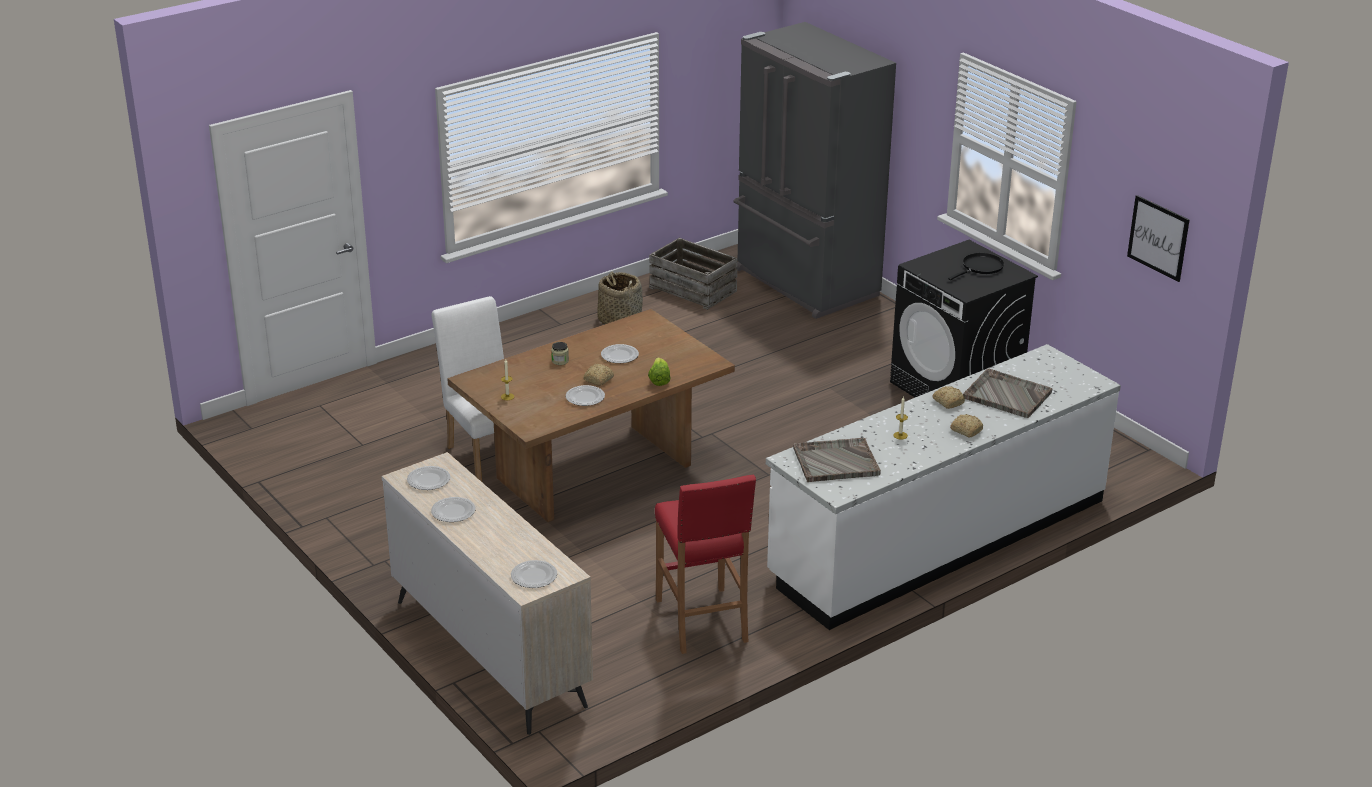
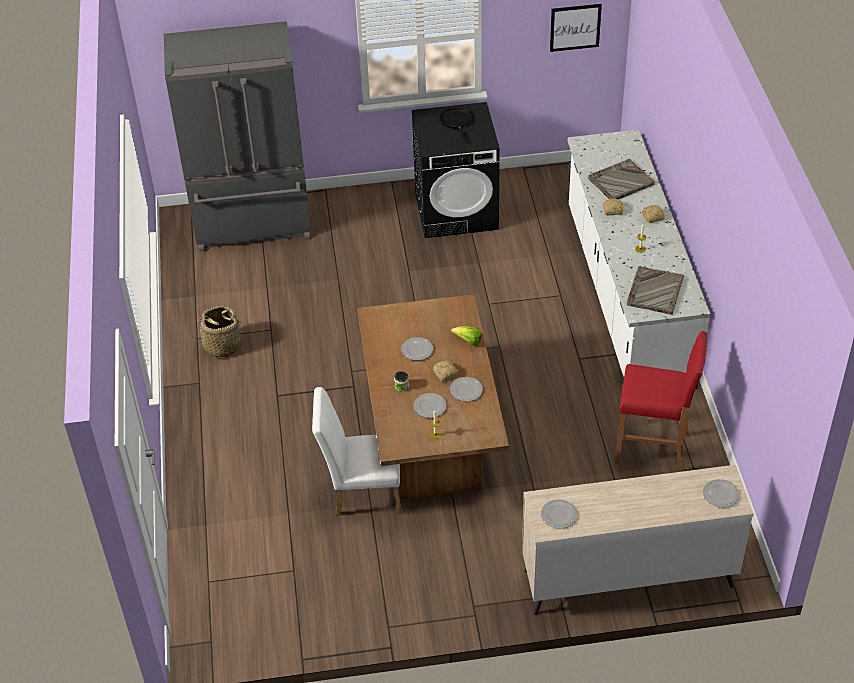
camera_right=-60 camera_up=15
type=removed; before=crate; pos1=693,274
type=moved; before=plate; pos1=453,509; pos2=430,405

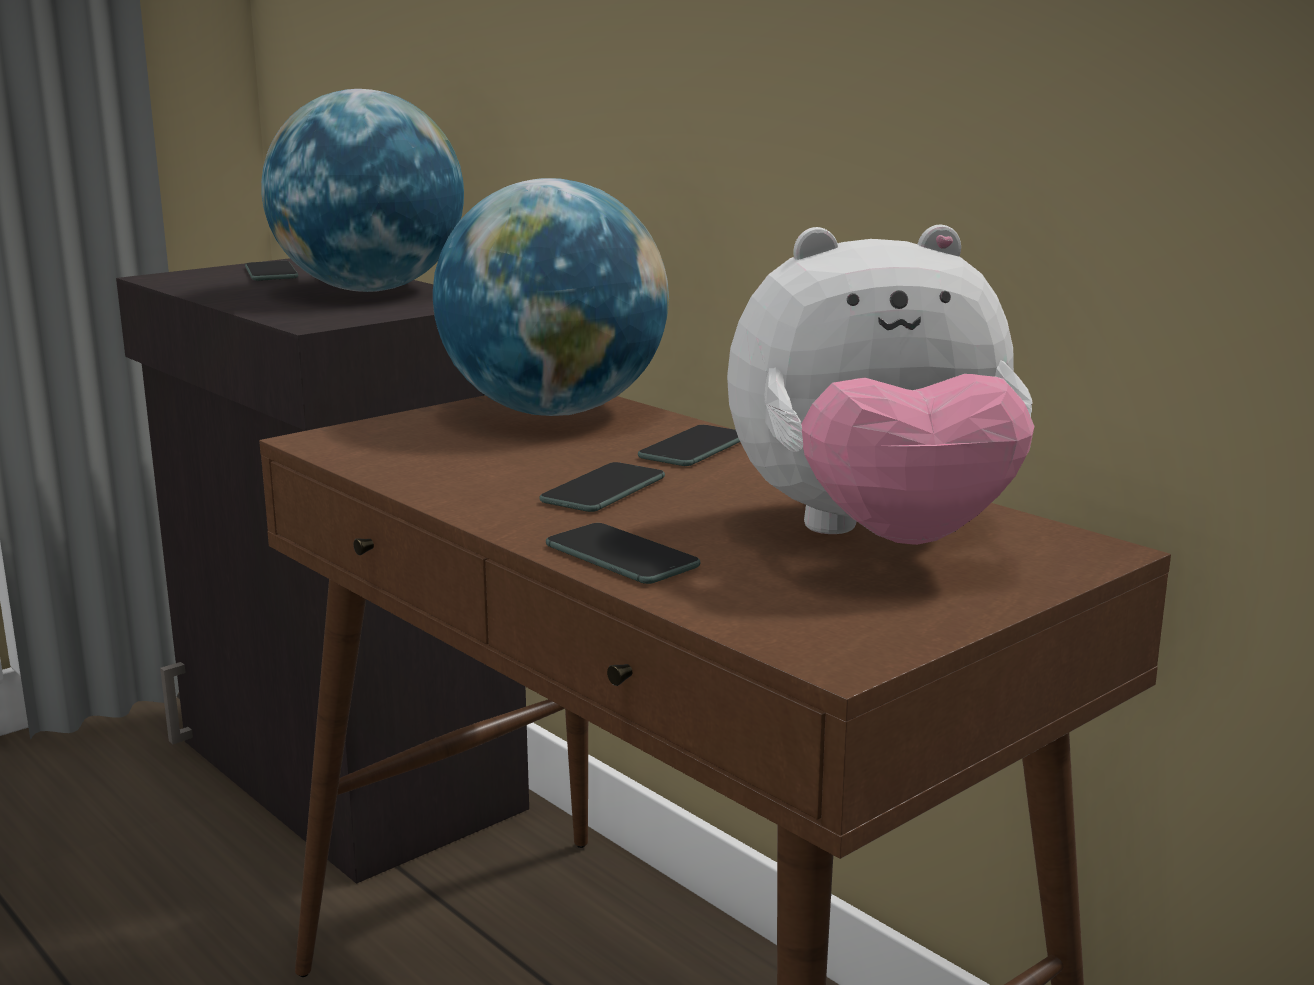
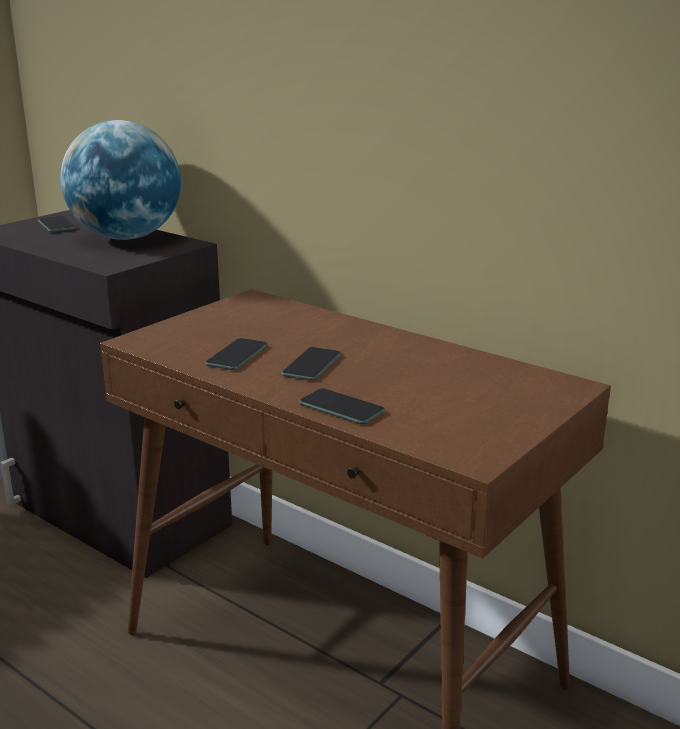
camera_right=-10 camera_up=5
type=removed; before=globe; pos1=551,297
type=removed; before=plush toy; pos1=881,385
type=moved; before=phone; pos1=689,445; pos2=236,354

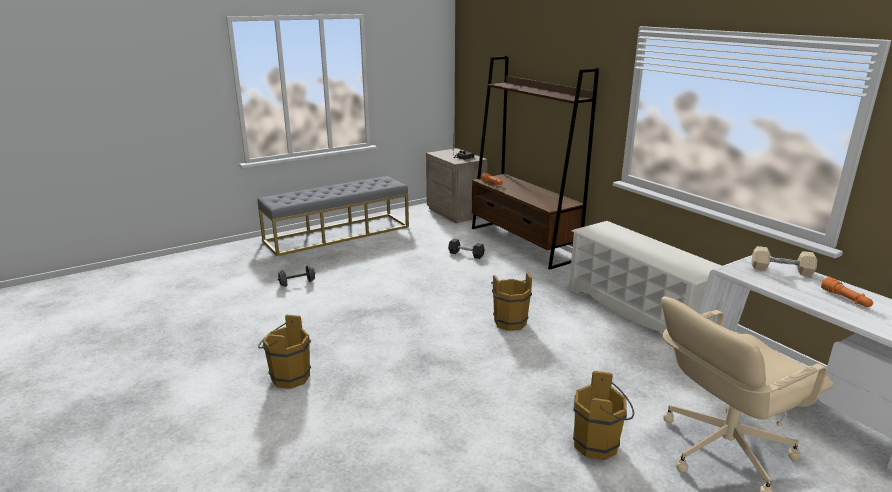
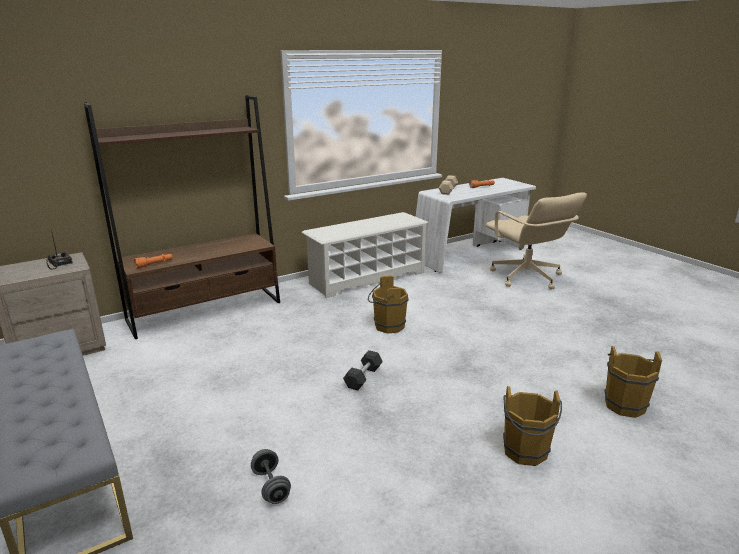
camera_right=-90 camera_up=0
type=moved; before=dumbbell/grey; pos1=466,248; pos2=363,370
type=moved; before=bucket/brown; pos1=603,415; pos2=633,382

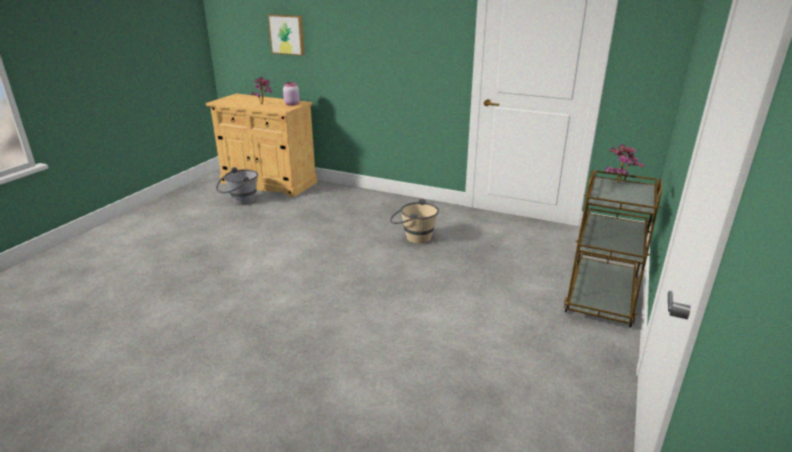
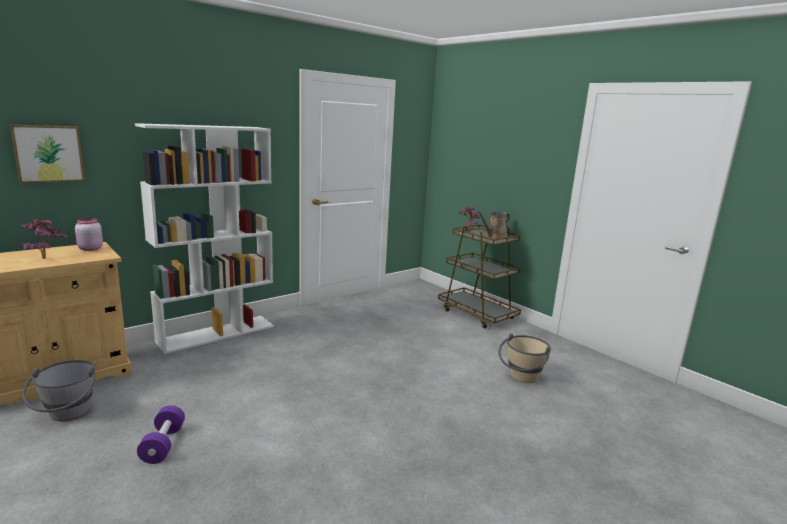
camera_right=-65 camera_up=-10
type=added; after=bookcase/white; pos2=204,238
type=added; after=dumbbell/purple; pos2=161,434
type=added; after=watering can/brown; pos2=493,225
type=moved; before=bucket/beige; pos1=414,221; pos2=524,358

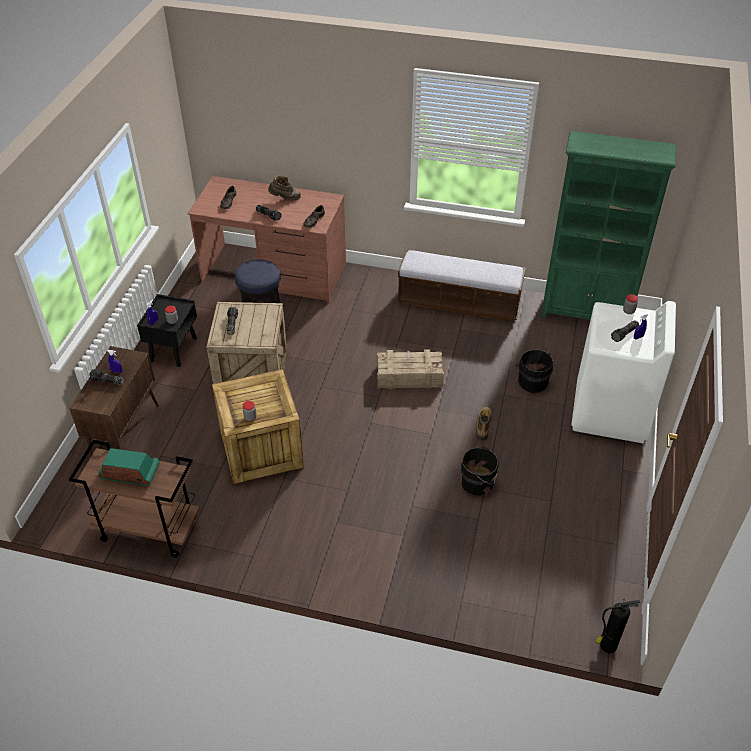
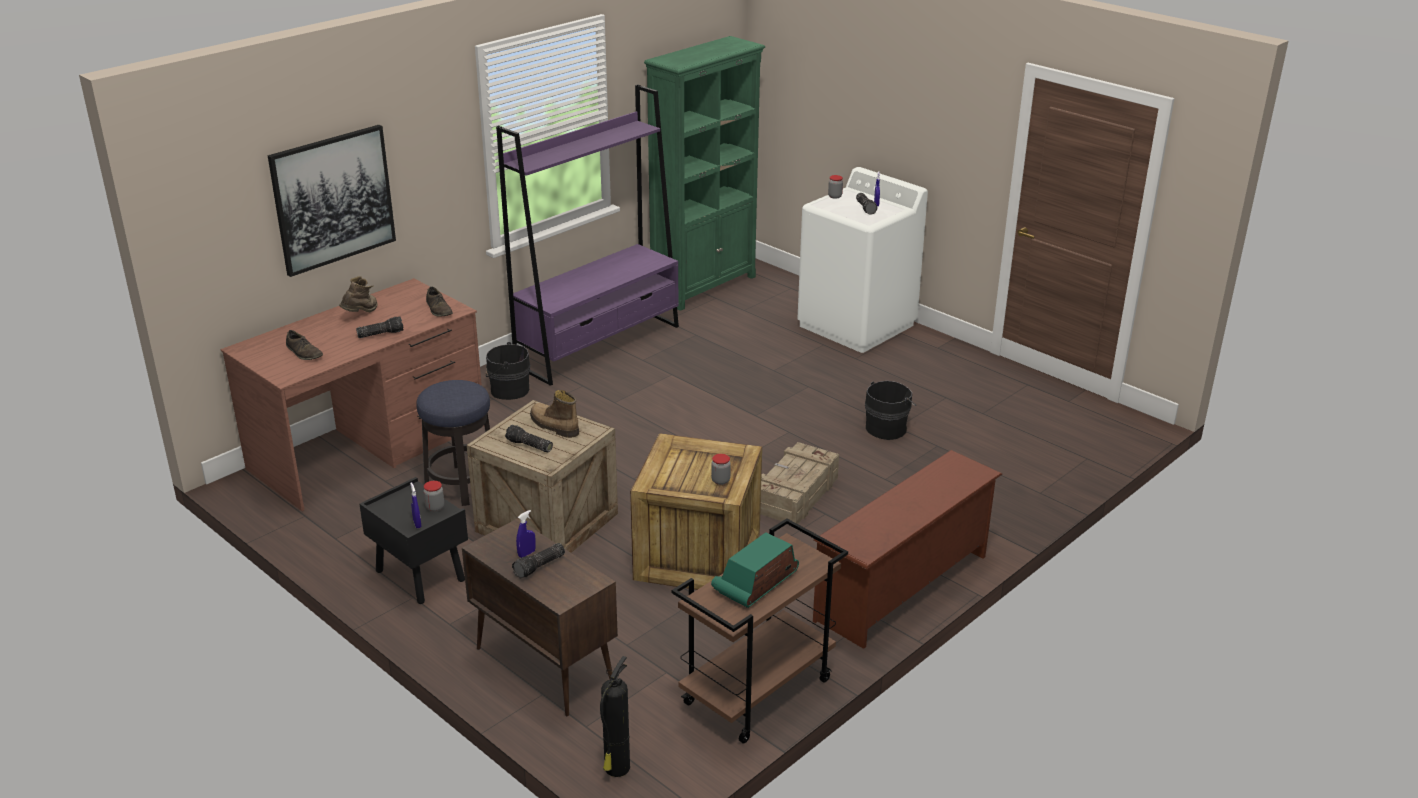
camera_right=-60 camera_up=-15
type=added; after=picture; pos2=332,201
type=added; after=shoe rack/brown; pos2=907,549
type=moved; before=crate; pos1=410,369; pos2=799,483
type=moved; before=boot; pos1=484,423; pos2=554,414
type=moved; before=bucket/black; pos1=534,371; pos2=507,371
type=moved; before=fire extinguisher; pos1=617,627; pos2=615,716
type=replaced; before=bench; after=bookcase/purple; pos1=461,285; pos2=587,235

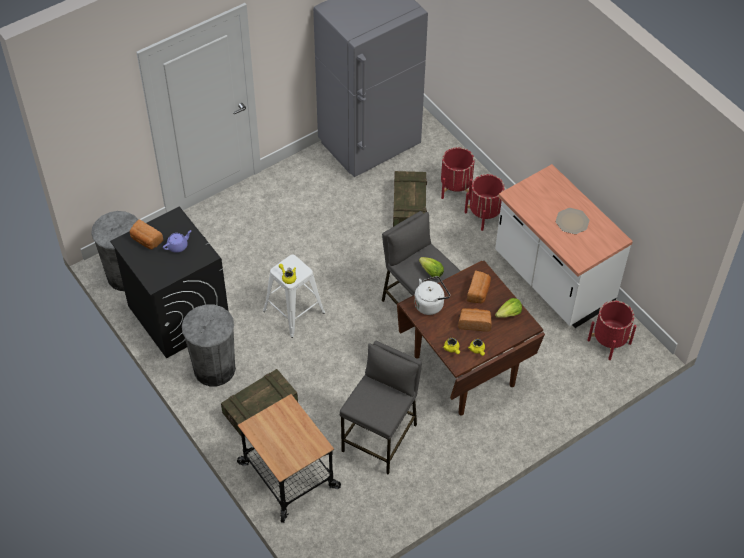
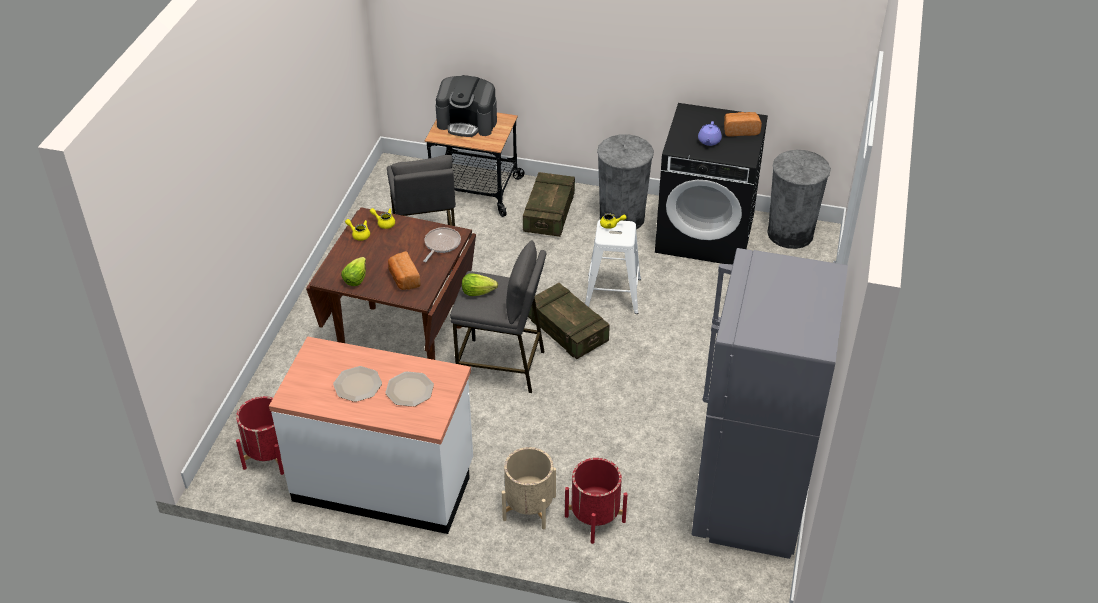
camera_right=140 camera_up=-10
type=removed; before=bread; pos1=475,320
type=added; after=plate; pos2=409,389
type=added; after=coffee machine; pos2=466,106
type=moved; before=crate; pos1=410,199; pos2=569,321
type=replaced; before=kettle/white; after=frying pan; pos1=432,295; pos2=442,244
type=recoloured; before=planter/red; after=planter/beige; pos1=485,202; pos2=529,488

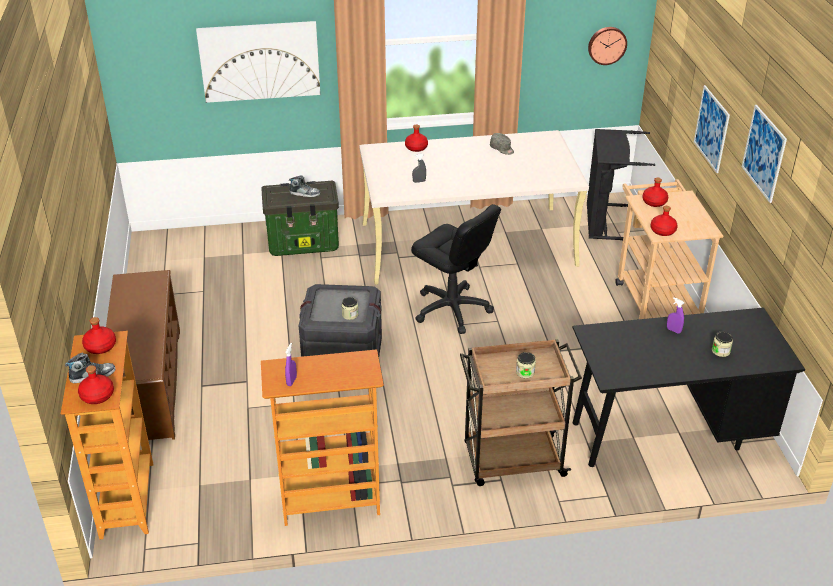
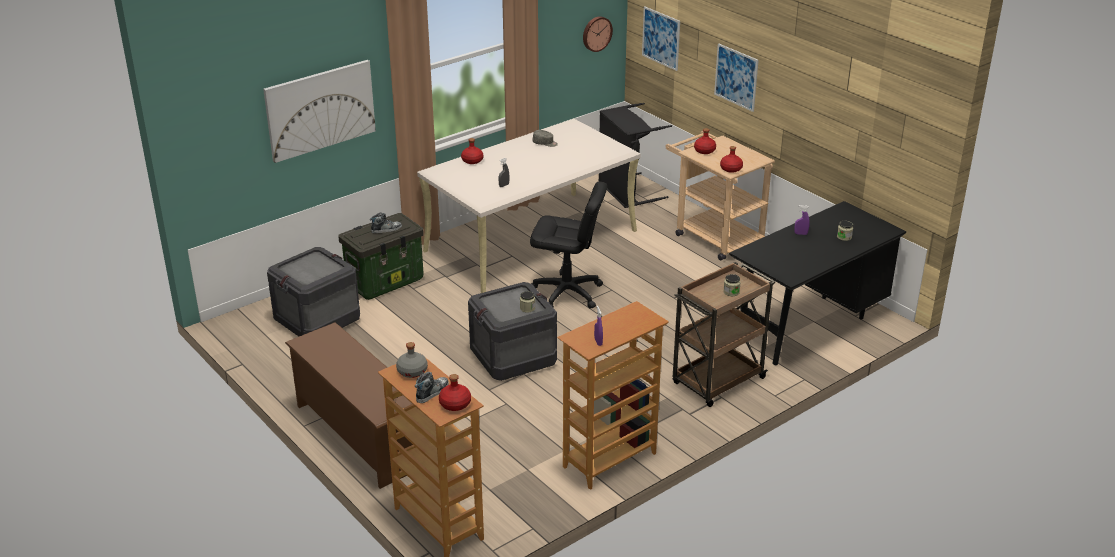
camera_right=-30 camera_up=-5
type=added; after=crate; pos2=313,291
type=moved; before=picture; pos1=764,154; pos2=661,39
type=recoloured; before=bottle/red; after=bottle/grey; pos1=99,335; pos2=412,360

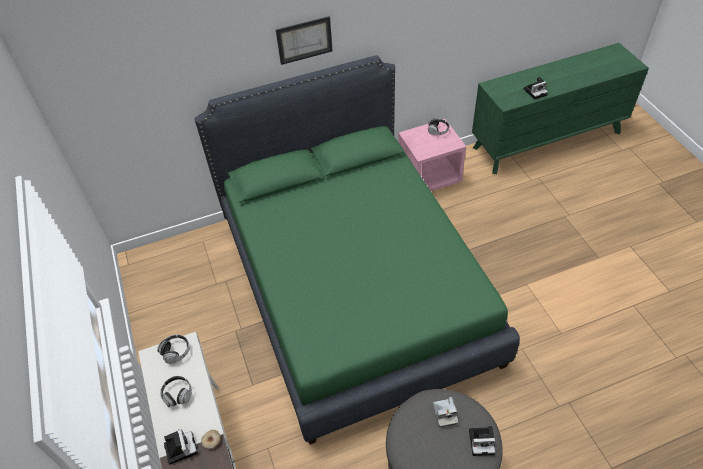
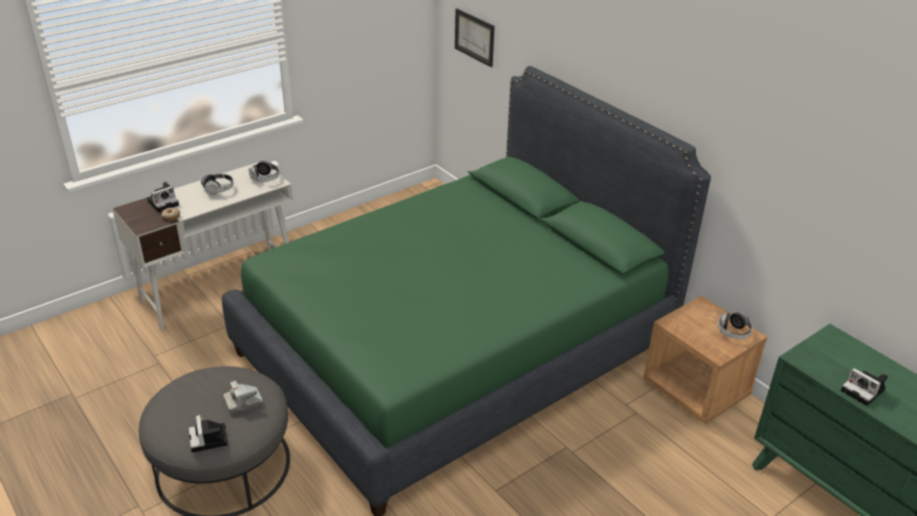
camera_right=70 camera_up=-15
type=moved; before=picture; pos1=304,40; pos2=475,38
type=recoloured; before=nightstand/pink; after=nightstand/brown; pos1=432,155; pos2=705,360

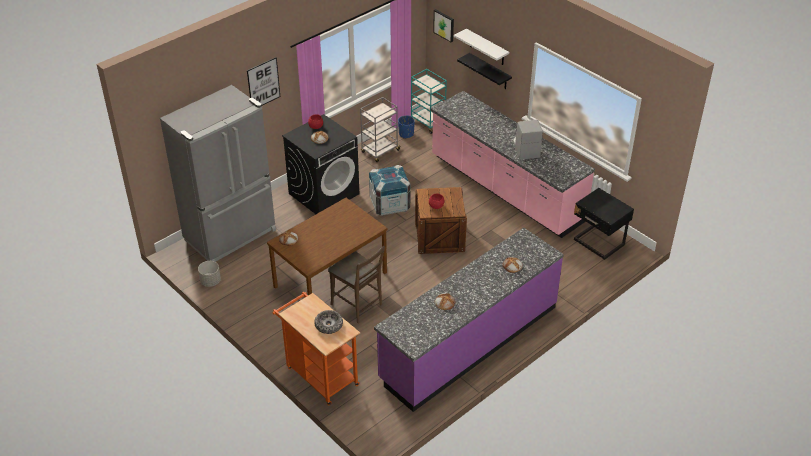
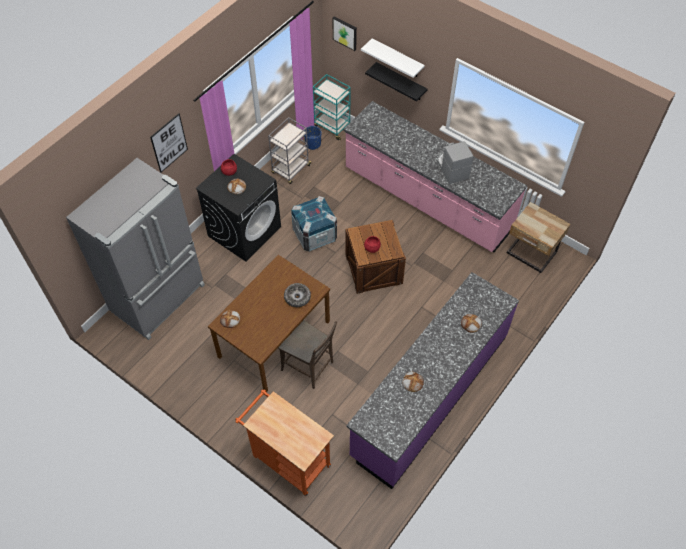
camera_right=-10 camera_up=15
type=removed; before=planter/grey; pos1=209,274
type=moved; before=bowl; pos1=328,322; pos2=297,295
type=recoloured; before=nightstand/black; after=nightstand/beige; pos1=604,224; pos2=538,237

